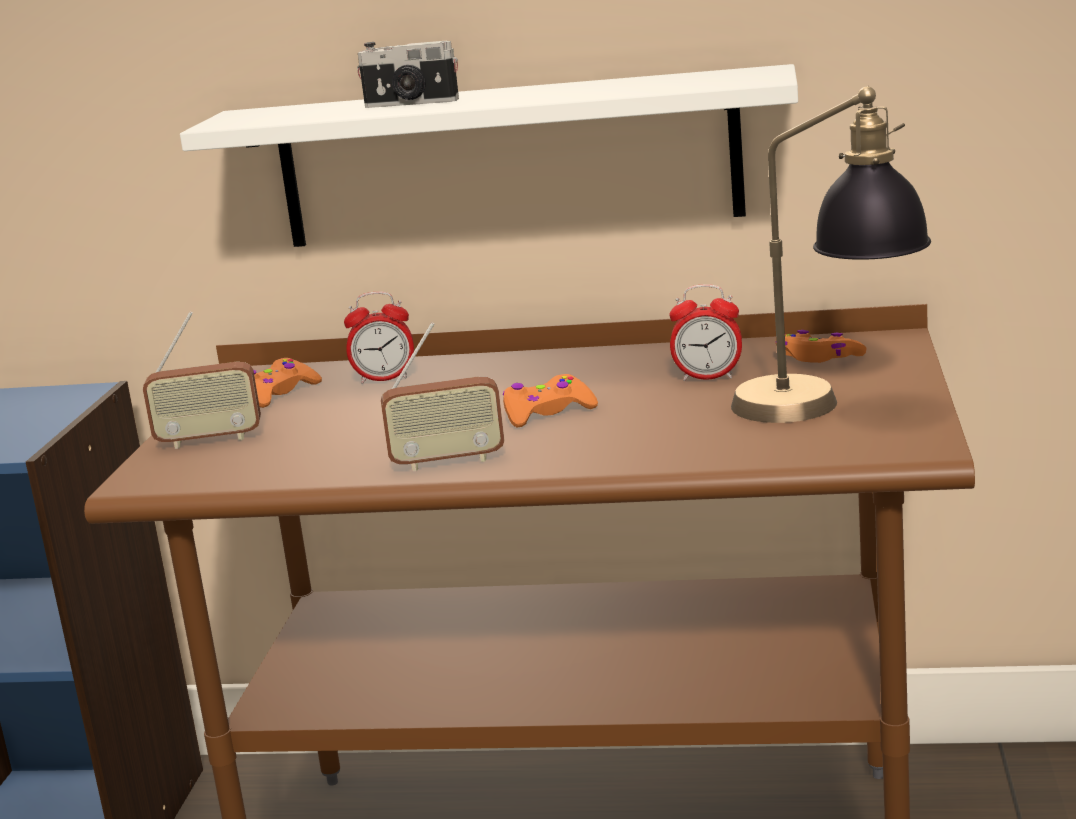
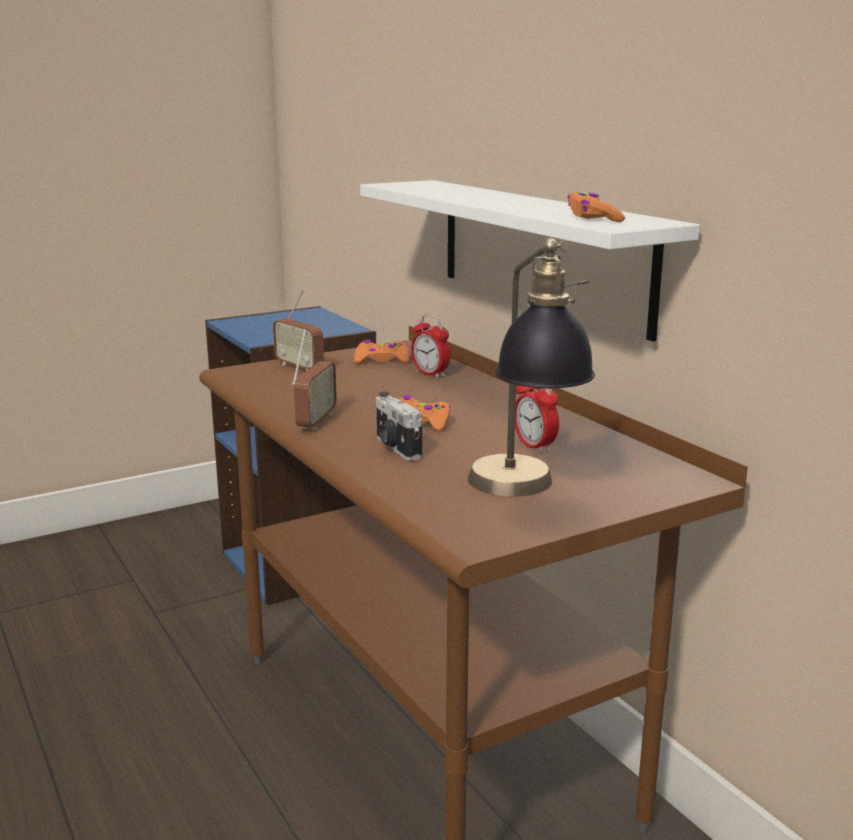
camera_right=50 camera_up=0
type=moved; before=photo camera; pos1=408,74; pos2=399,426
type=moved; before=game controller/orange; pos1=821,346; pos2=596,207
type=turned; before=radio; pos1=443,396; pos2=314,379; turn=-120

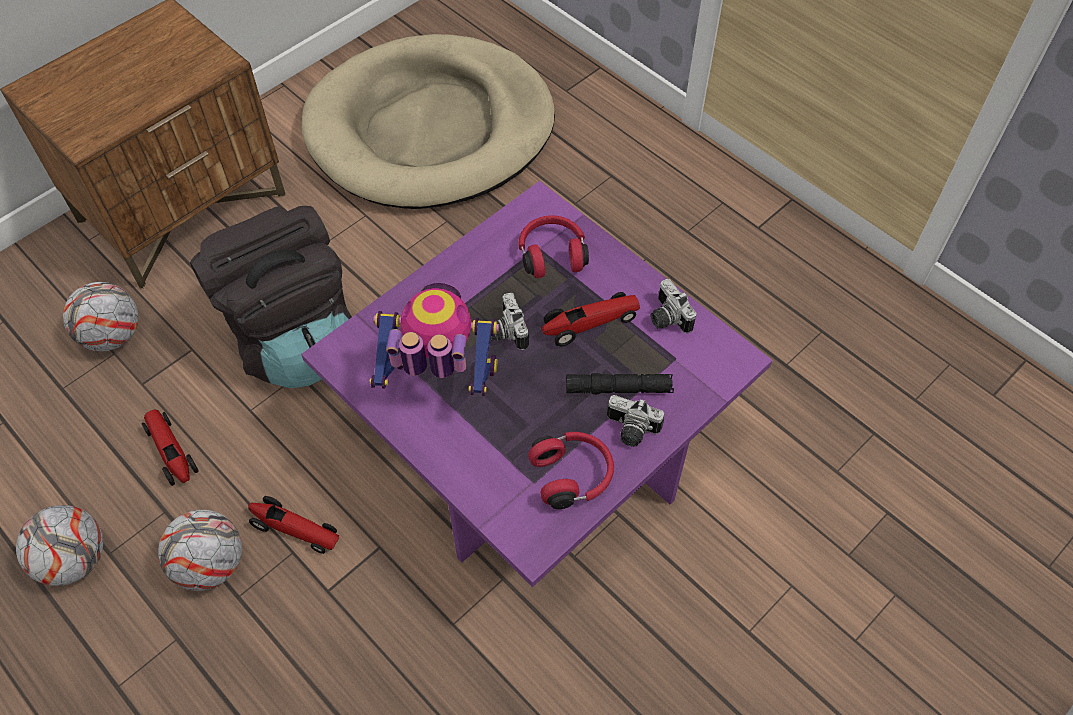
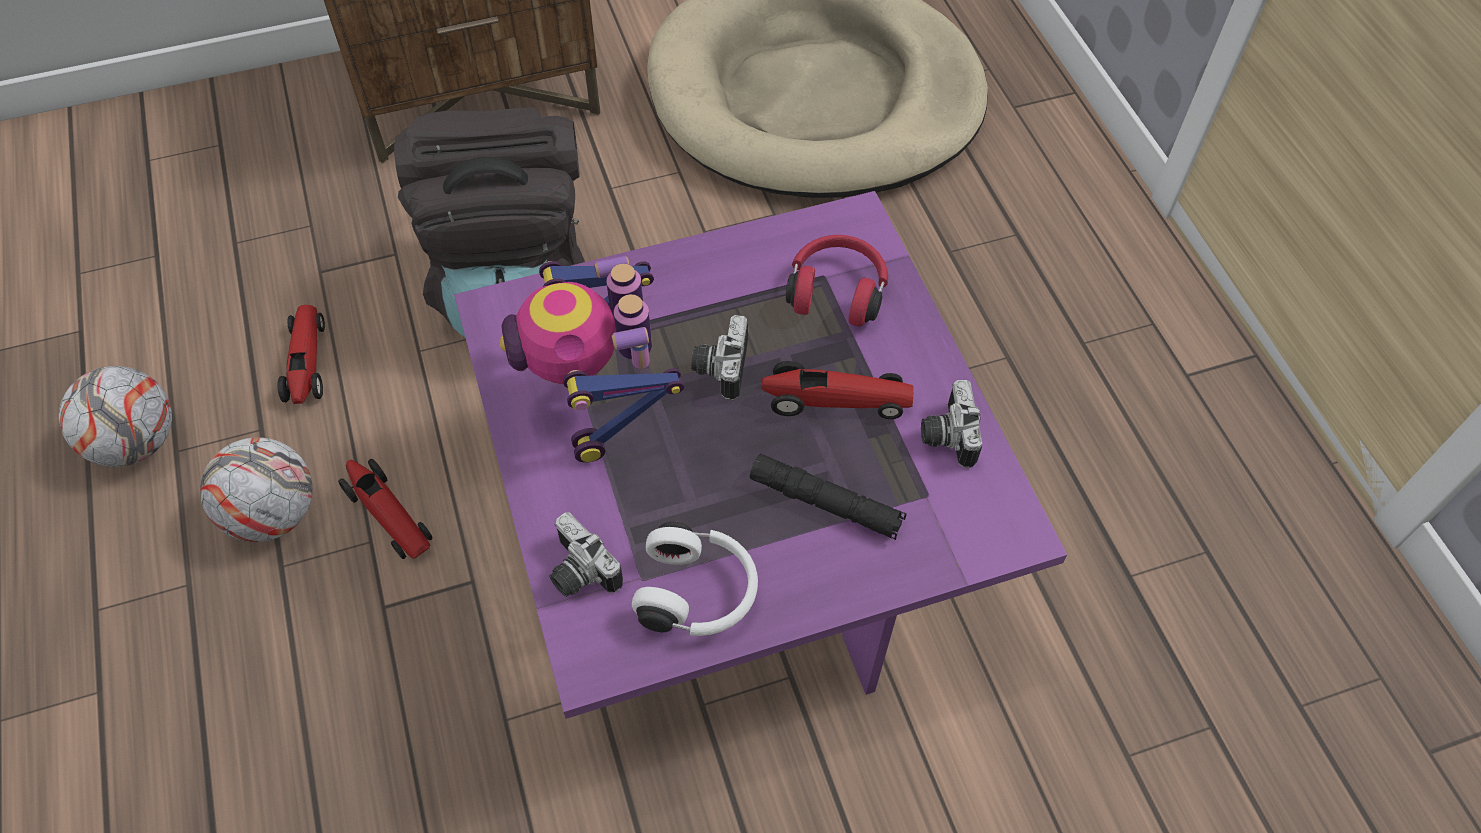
camera_right=25 camera_up=0
type=removed; before=football; pos1=100,316
type=moved; before=photo camera; pos1=635,421; pos2=586,555
type=recoloured; before=headphones/red; after=headphones/white; pos1=571,470; pos2=695,579
type=turned; before=toy robot; pos1=434,339; pos2=591,359; turn=-135

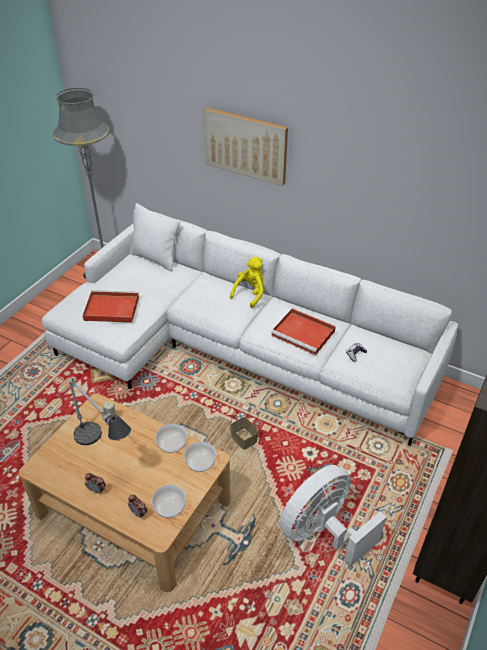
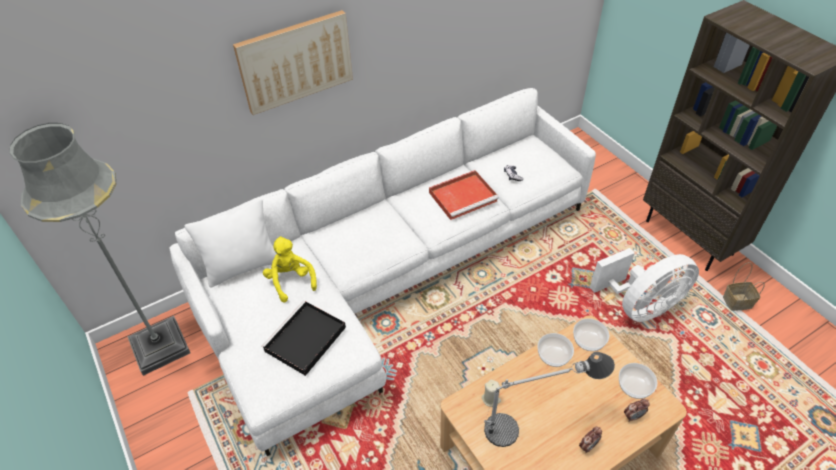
camera_right=-60 camera_up=5
type=moved; before=plush toy/yellow; pos1=247,282; pos2=290,269
type=moved; before=basket; pos1=244,427; pos2=744,286
type=recoloured; before=tray/red; after=tray/black; pos1=111,306; pos2=304,338
type=turned; before=fan/white; pos1=333,516; pos2=644,285; turn=-105

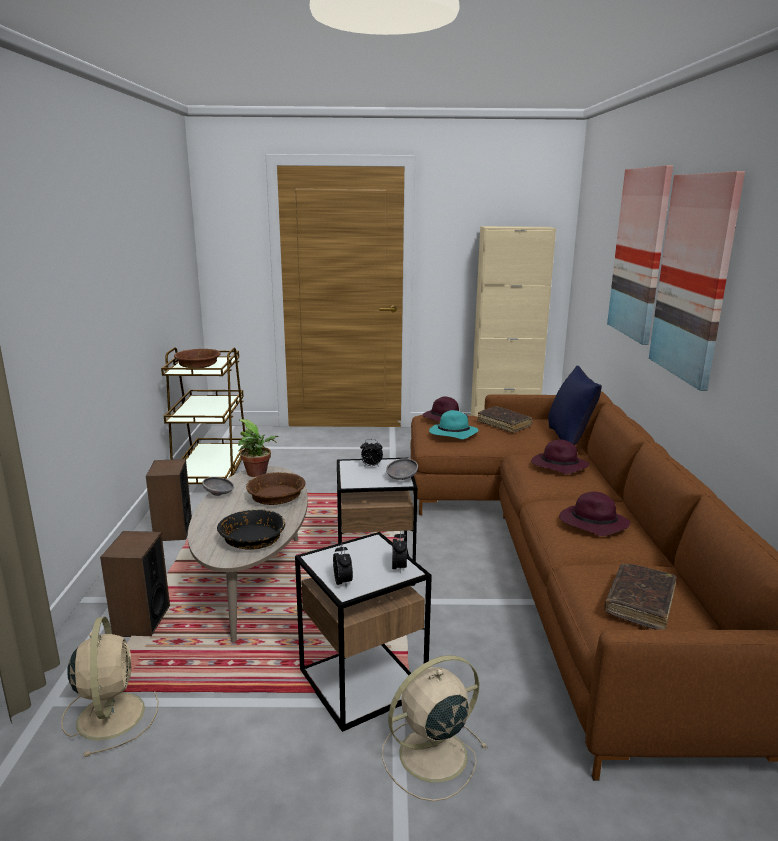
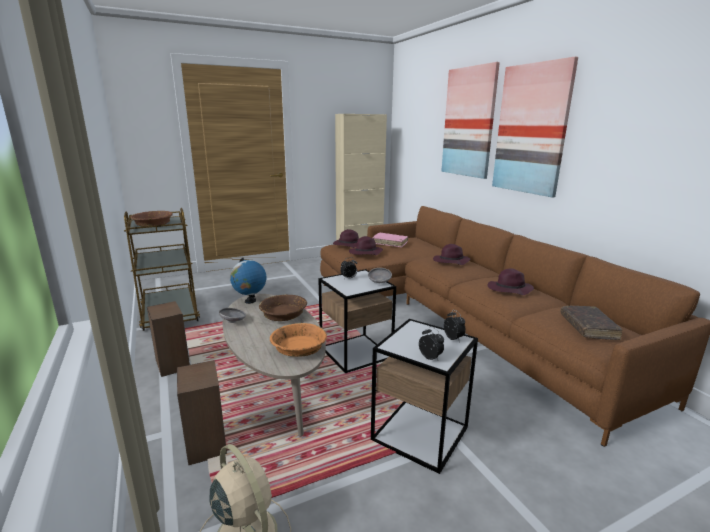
camera_right=-25 camera_up=0
type=removed; before=fan/beige; pos1=435,728
type=removed; before=pillow/blue; pos1=575,406
type=replaced; before=potted plant; after=globe; pos1=258,448; pos2=248,281
type=recoloured; before=bowl/black; after=bowl/orange; pos1=251,529; pos2=298,340
type=recoloured; before=hat/turquoise; after=hat/purple; pos1=453,424; pos2=366,245
type=recoloured; before=book/brown; after=book/pink; pos1=505,419; pos2=390,239

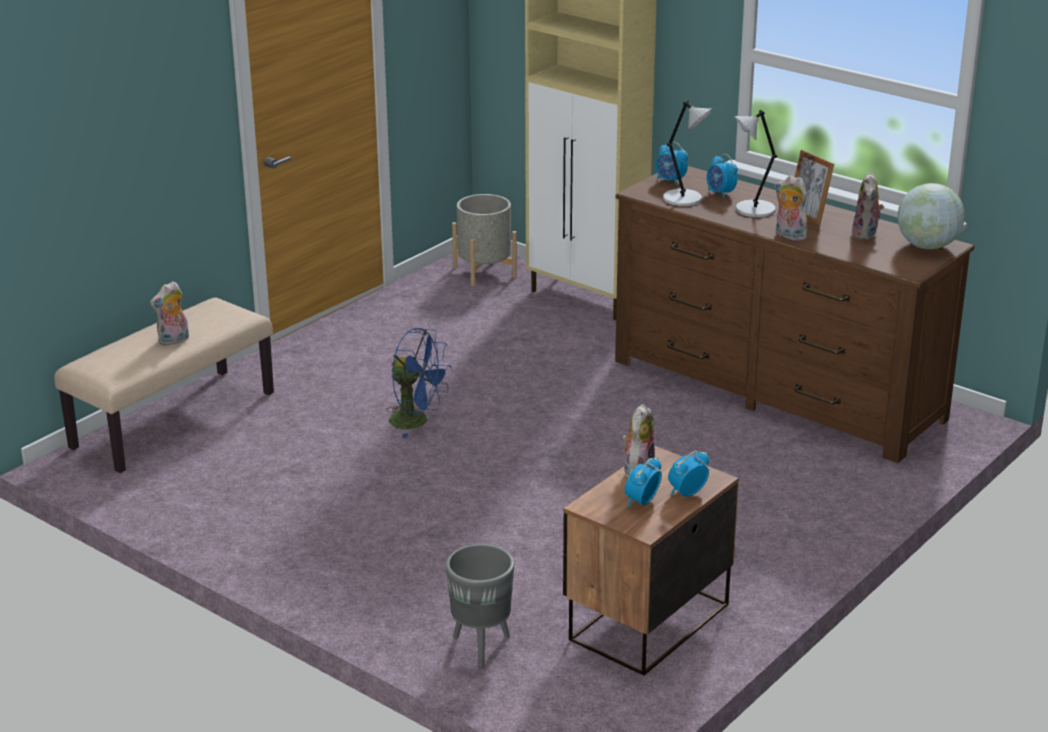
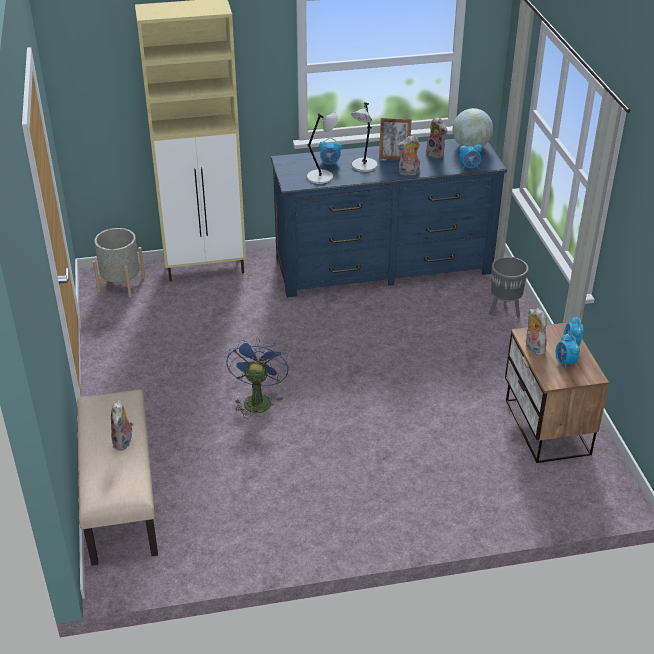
camera_right=-50 camera_up=10
type=moved; before=planter/grey; pos1=480,605; pos2=509,287
type=moved; before=alarm clock; pos1=672,163; pos2=470,155
type=recoloured; before=dresser/brown; after=dresser/blue; pos1=795,314; pos2=389,218
type=turned; before=fan/blue; pos1=418,383; pos2=257,378; turn=-60

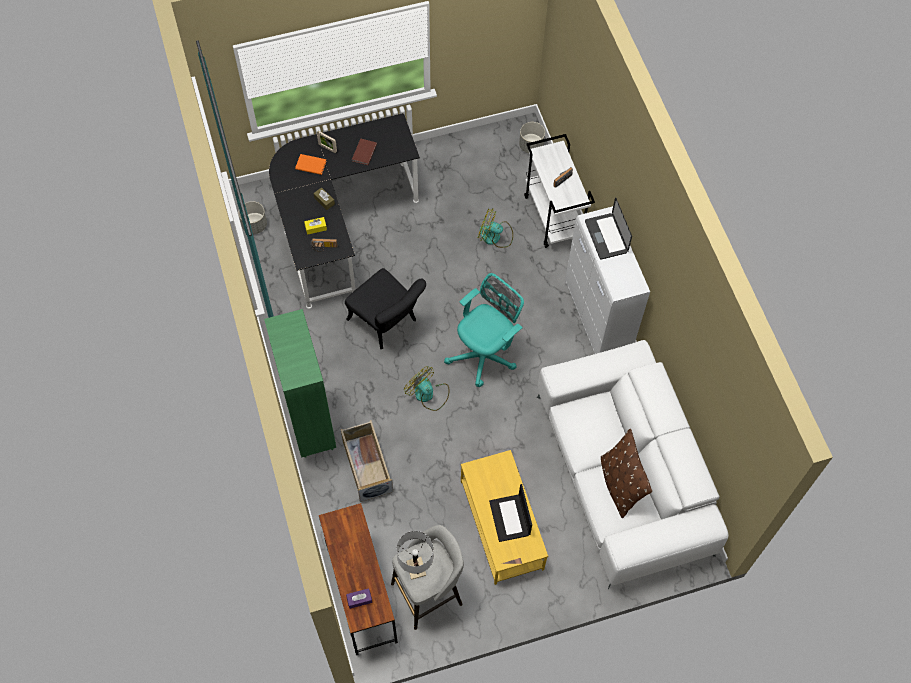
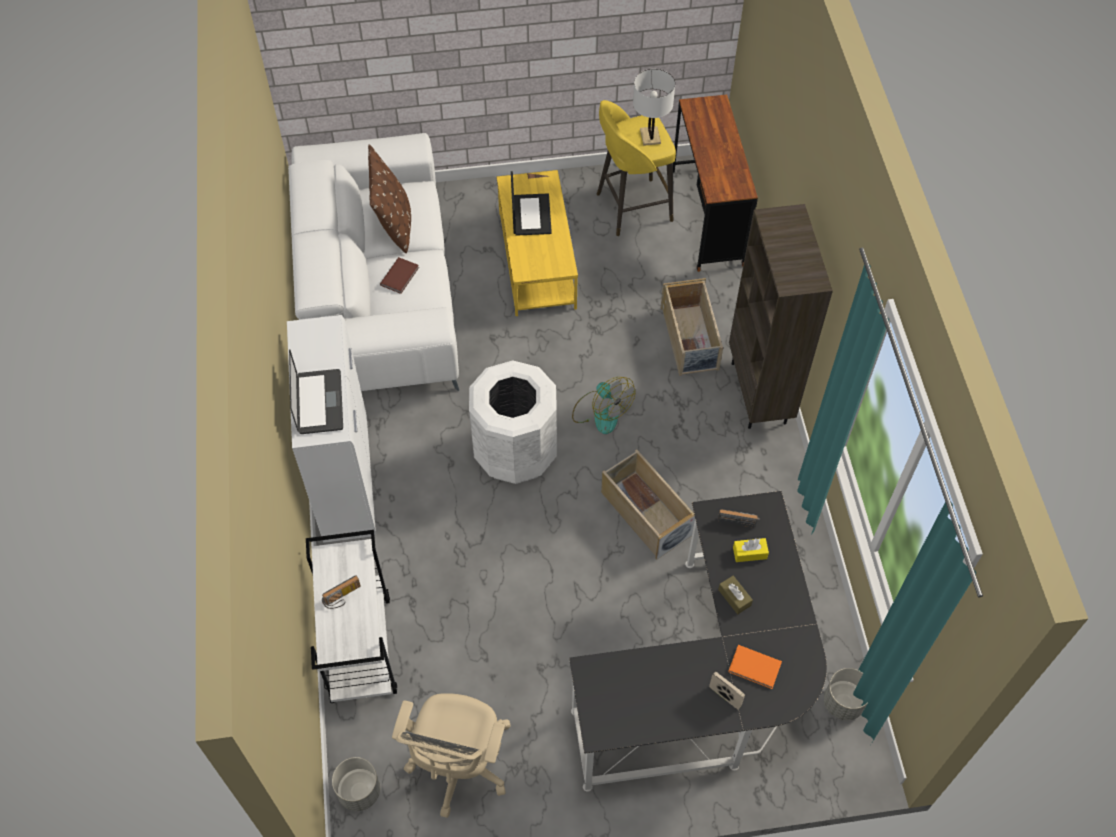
camera_right=-170 camera_up=-5
type=removed; before=tissue box/purple; pos1=359,598
type=removed; before=fan; pos1=495,228
type=added; after=office chair/beige; pos2=451,755
type=moved; before=book/brown; pos1=364,151; pos2=399,275
type=replaced; before=chair/black; after=storage box/beige; pos1=385,308; pos2=648,505
type=replaced; before=office chair/turquoise; after=trash can/white; pos1=484,330; pos2=513,422
type=recoloured; before=bookcase/green; after=bookcase/brown; pos1=300,383; pos2=781,316
type=recoloured; before=stool/grey; after=stool/yellow; pos1=427,577; pos2=636,168

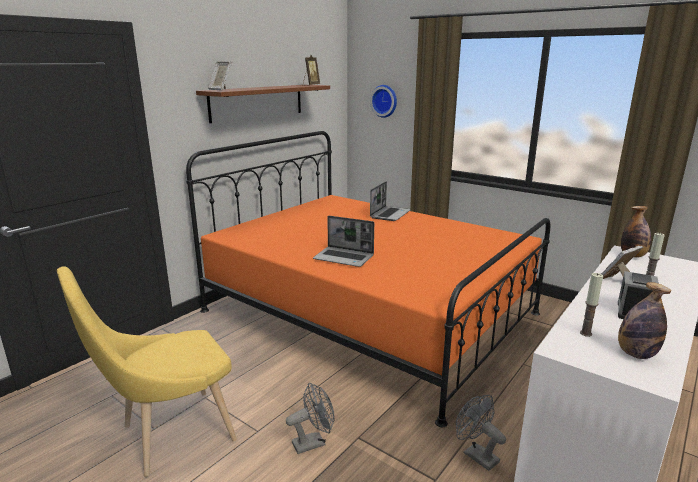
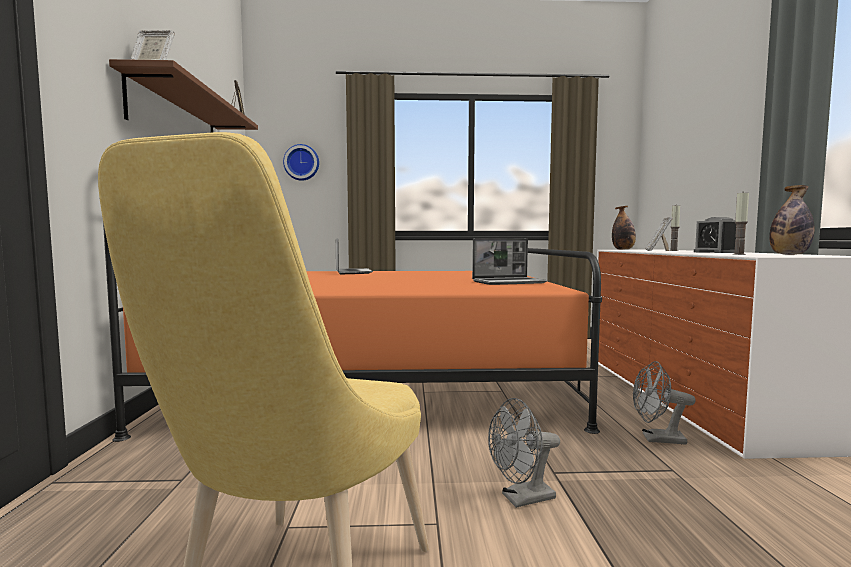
camera_right=-40 camera_up=-15
type=moved; before=laptop; pos1=343,241; pos2=510,261
type=turned; before=fan/grey; pos1=310,418; pos2=524,453; turn=-135

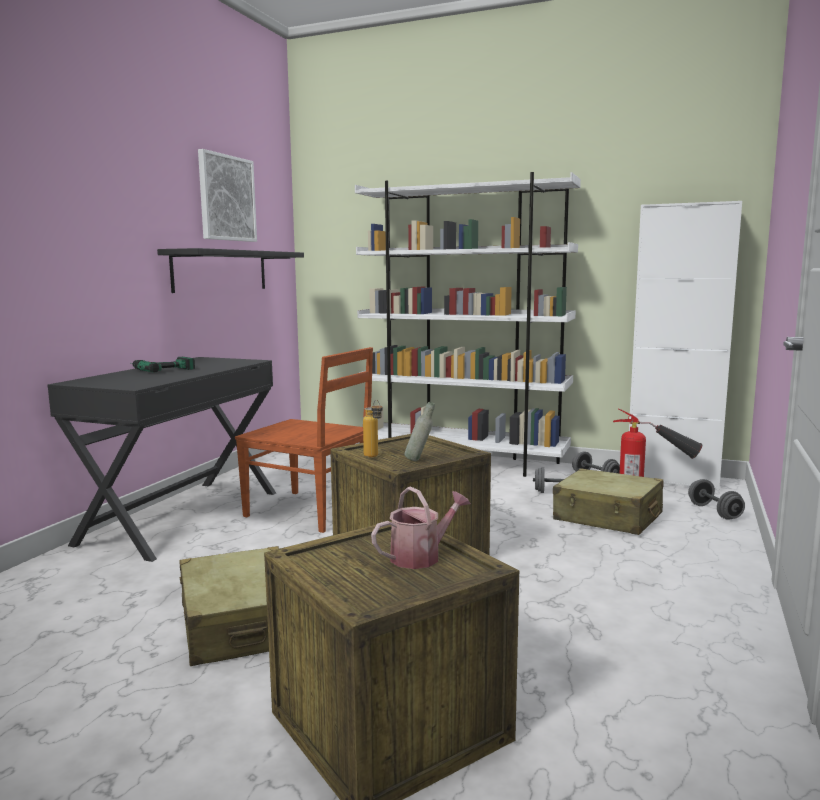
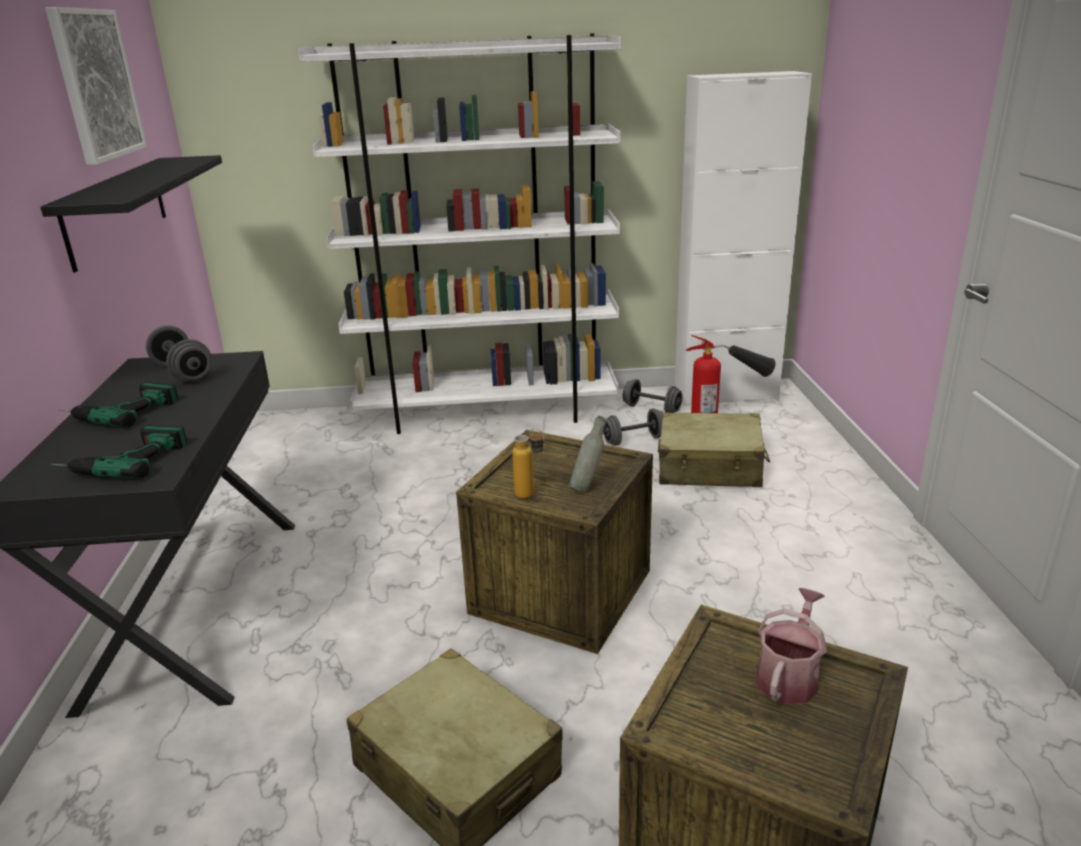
camera_right=-25 camera_up=15
type=removed; before=chair/brown; pos1=304,440
type=added; after=power drill; pos2=119,451
type=moved; before=dumbbell/grey; pos1=716,499; pos2=179,353

